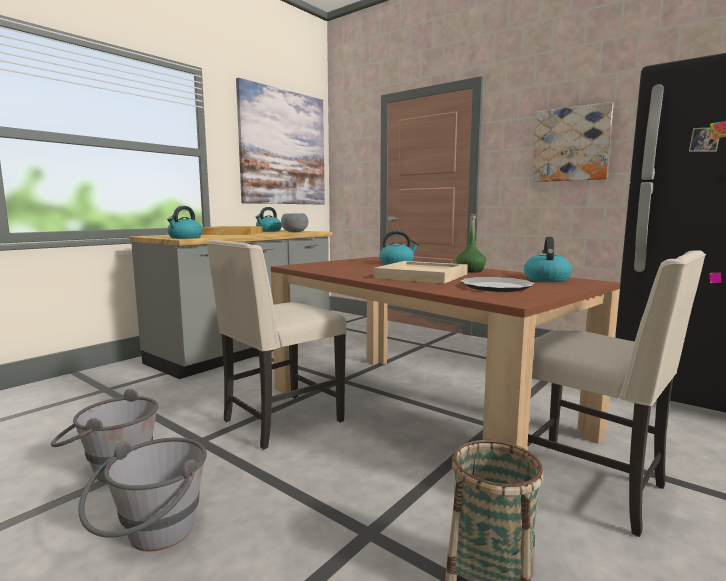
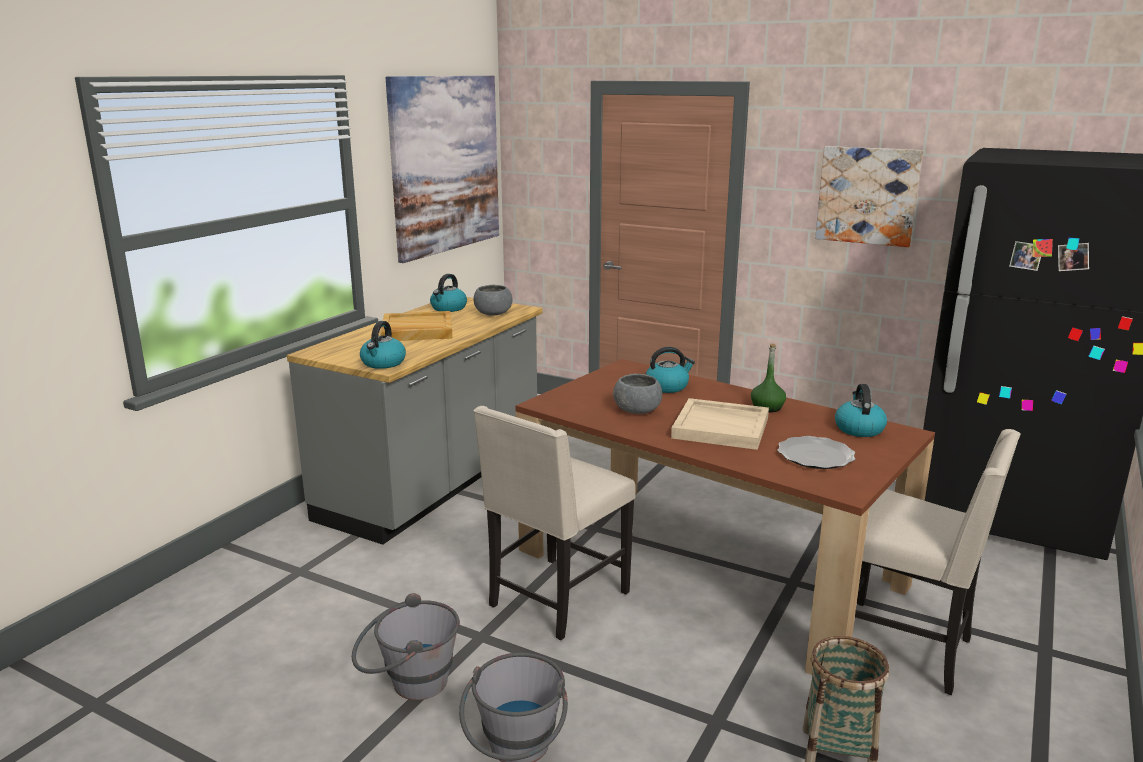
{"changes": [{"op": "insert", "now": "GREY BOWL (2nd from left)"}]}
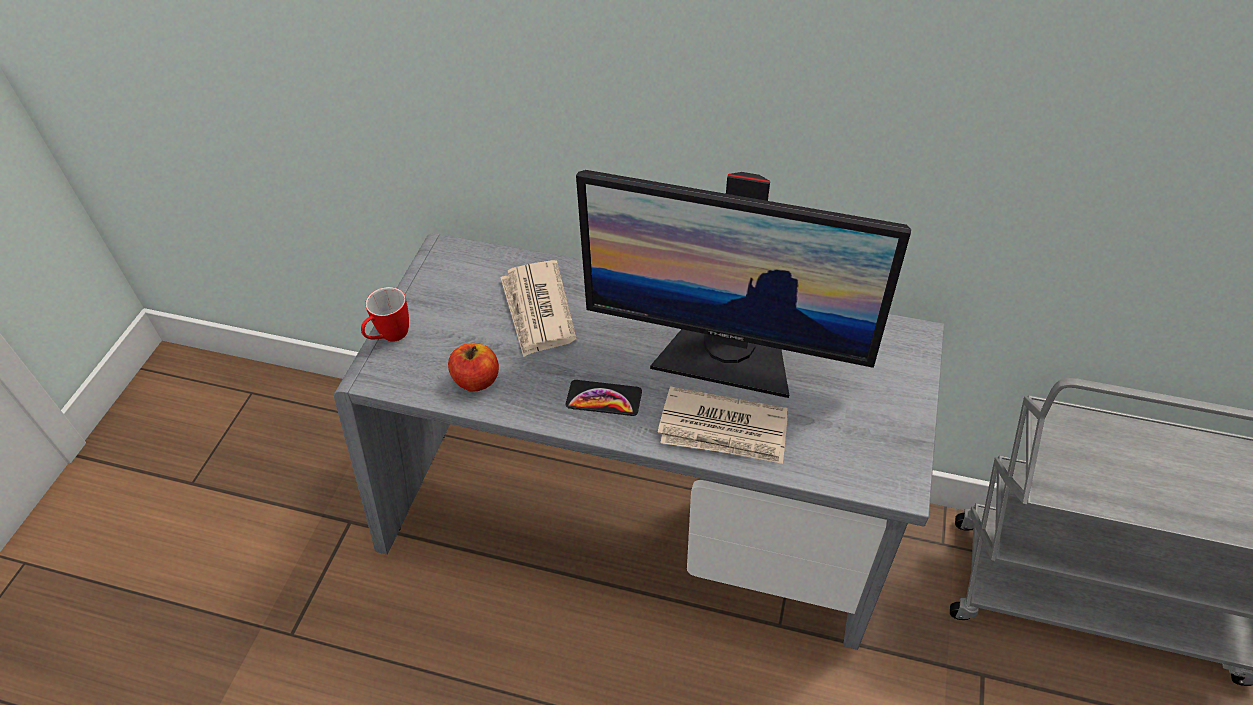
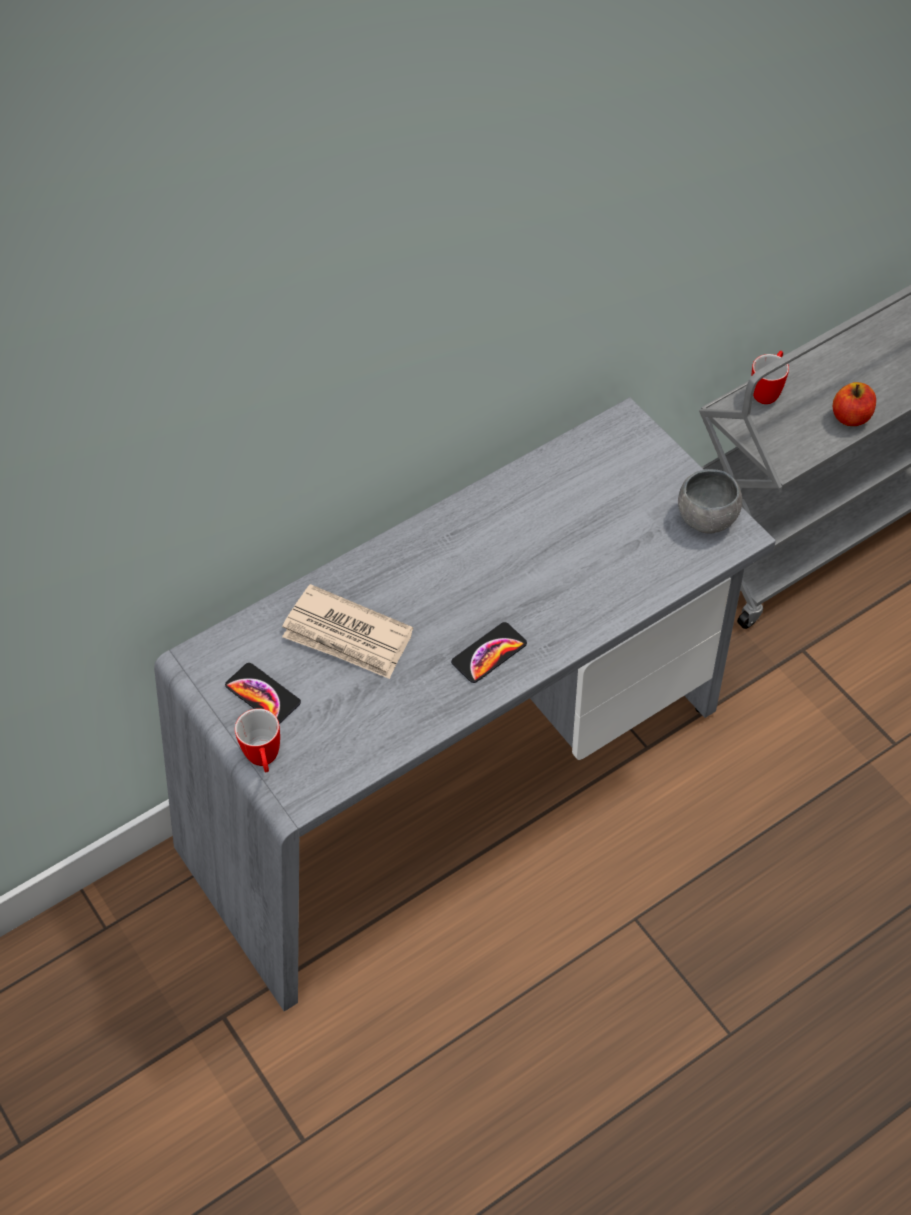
{"changes": [{"op": "move", "was": "APPLE"}, {"op": "delete", "was": "MONITOR"}, {"op": "delete", "was": "NEWSPAPER (2nd from left)"}, {"op": "insert", "now": "PHONE (1st from left)"}, {"op": "insert", "now": "GREY BOWL"}, {"op": "insert", "now": "MUG (2nd from left)"}]}
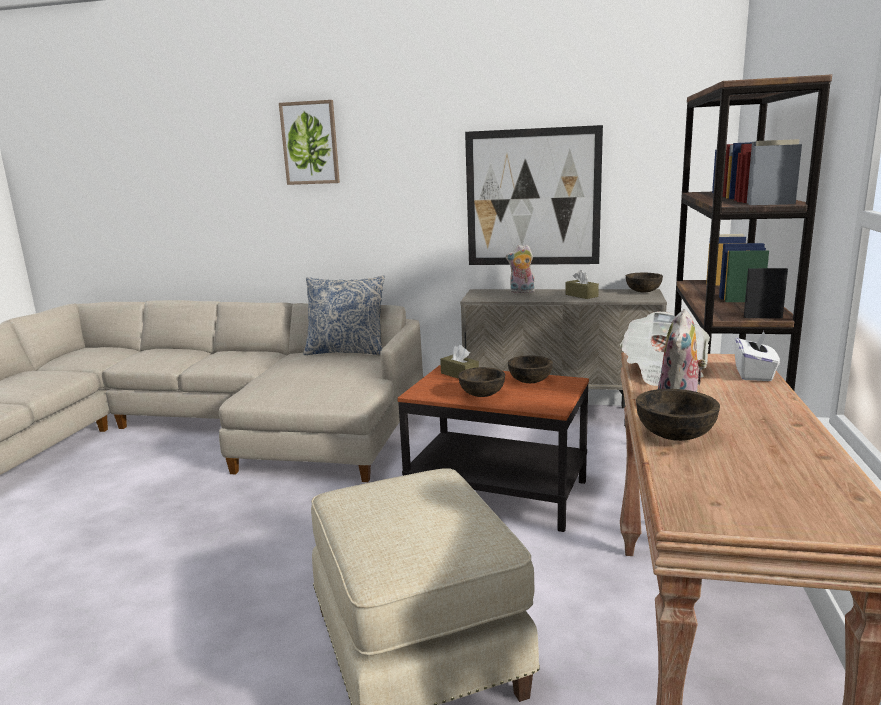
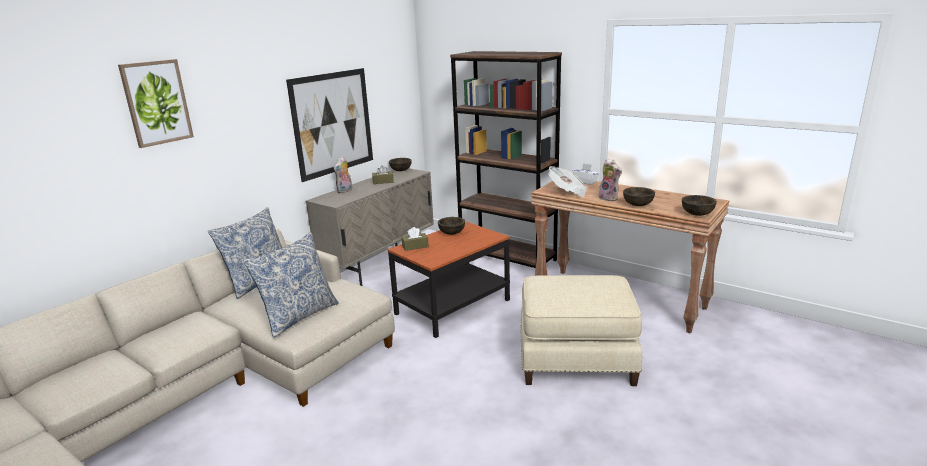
{"changes": [{"op": "move", "was": "BROWN BOWL (1st from left in the first image)", "now": "BROWN BOWL (4th from left)"}, {"op": "insert", "now": "PILLOW (2nd from left)"}]}
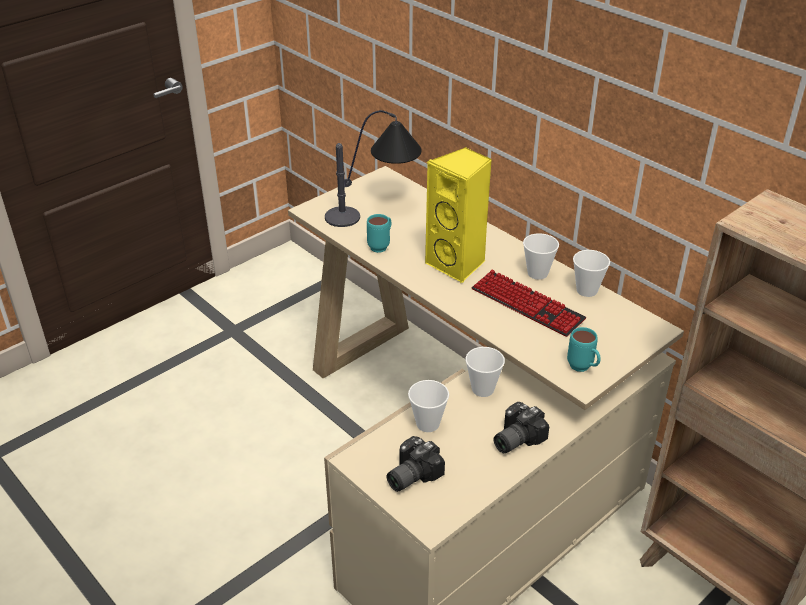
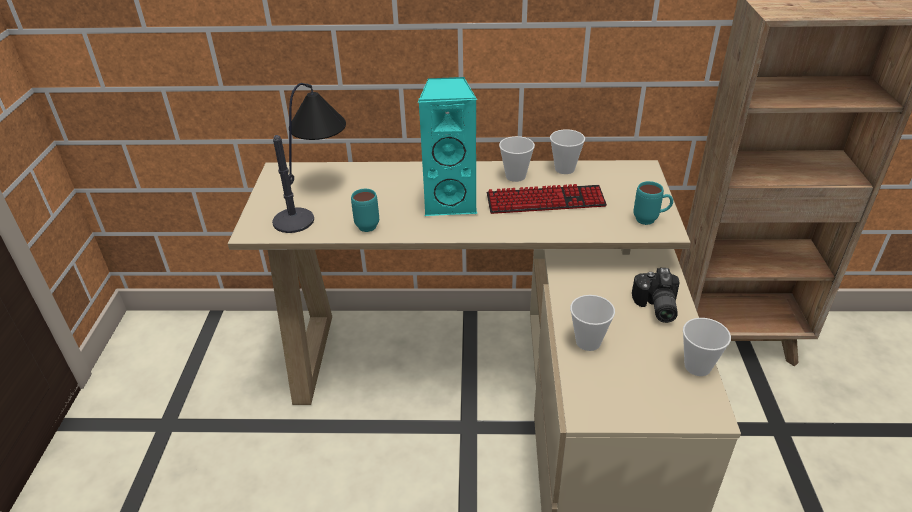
{"changes": [{"op": "delete", "was": "PHOTO CAMERA (1st from left)"}, {"op": "recolor", "was": "YELLOW SPEAKER", "now": "TURQUOISE SPEAKER"}, {"op": "move", "was": "CUP (2nd from left in the first image)", "now": "CUP (4th from left)"}]}
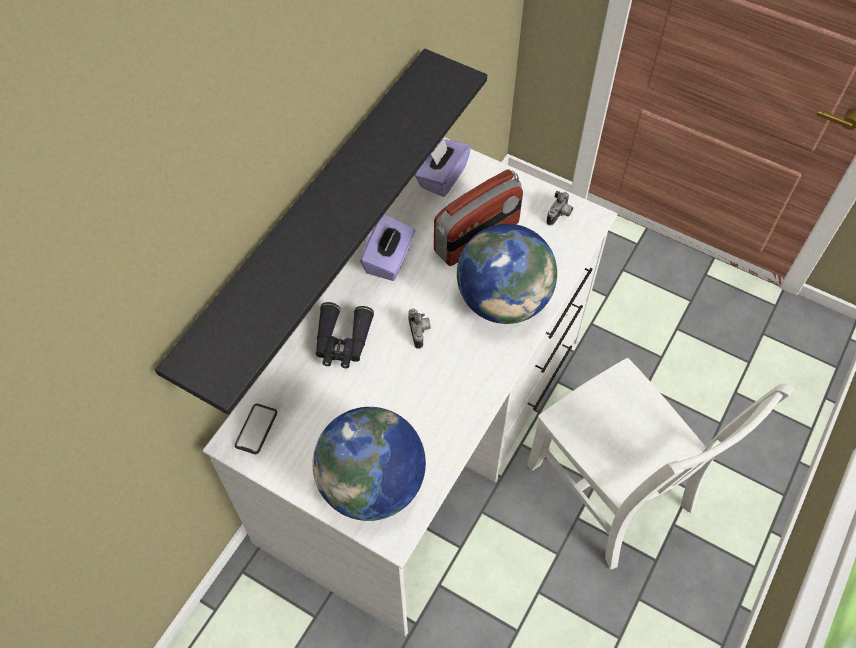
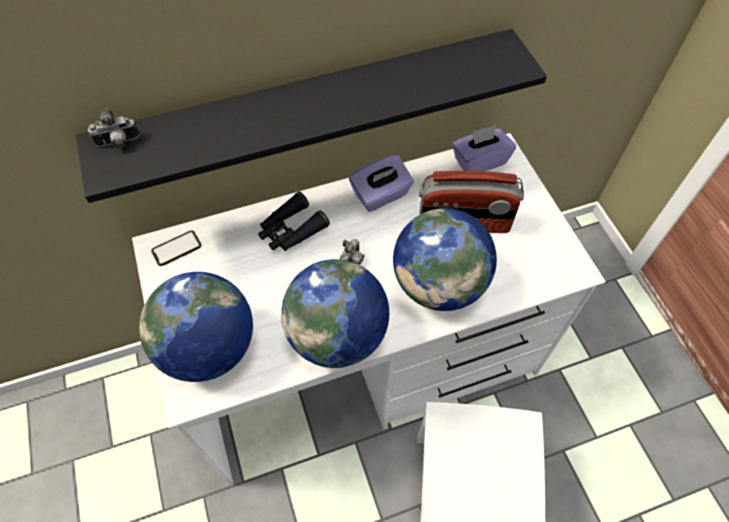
{"changes": [{"op": "move", "was": "PHOTO CAMERA (2nd from left in the first image)", "now": "PHOTO CAMERA (1st from left)"}, {"op": "insert", "now": "GLOBE (2nd from left)"}]}
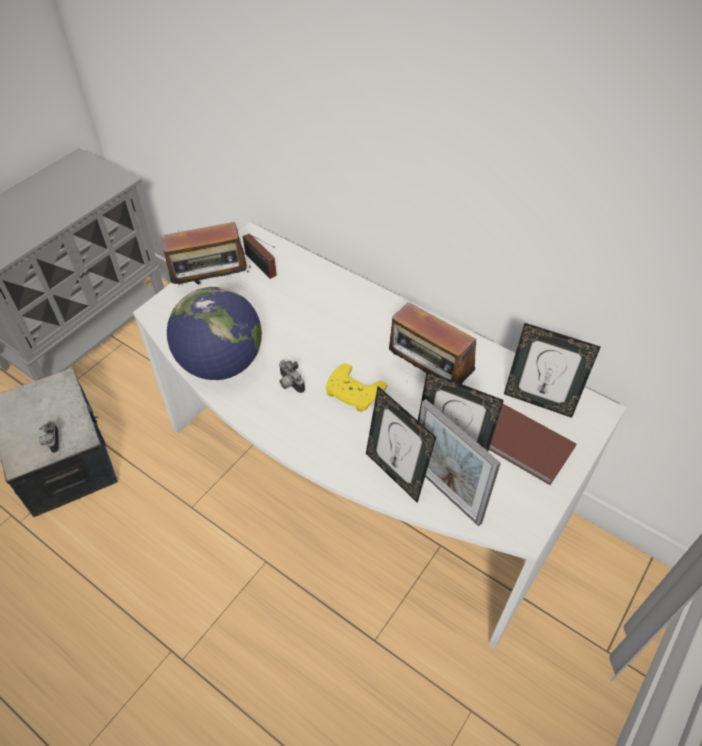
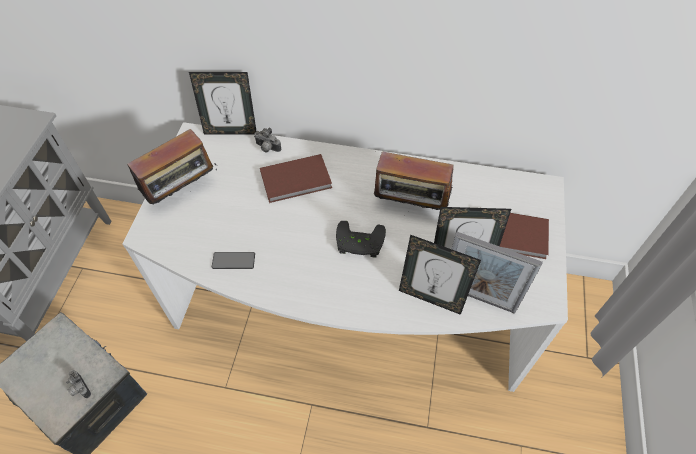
{"changes": [{"op": "replace", "was": "GLOBE", "now": "PHONE"}, {"op": "delete", "was": "RADIO (2nd from left)"}, {"op": "move", "was": "PHOTO CAMERA (2nd from left)"}, {"op": "recolor", "was": "YELLOW GAME CONTROLLER", "now": "BLACK GAME CONTROLLER"}, {"op": "move", "was": "PICTURE FRAME (4th from left in the first image)", "now": "PICTURE FRAME (1st from left)"}, {"op": "insert", "now": "BROWN BOOK (1st from left)"}]}
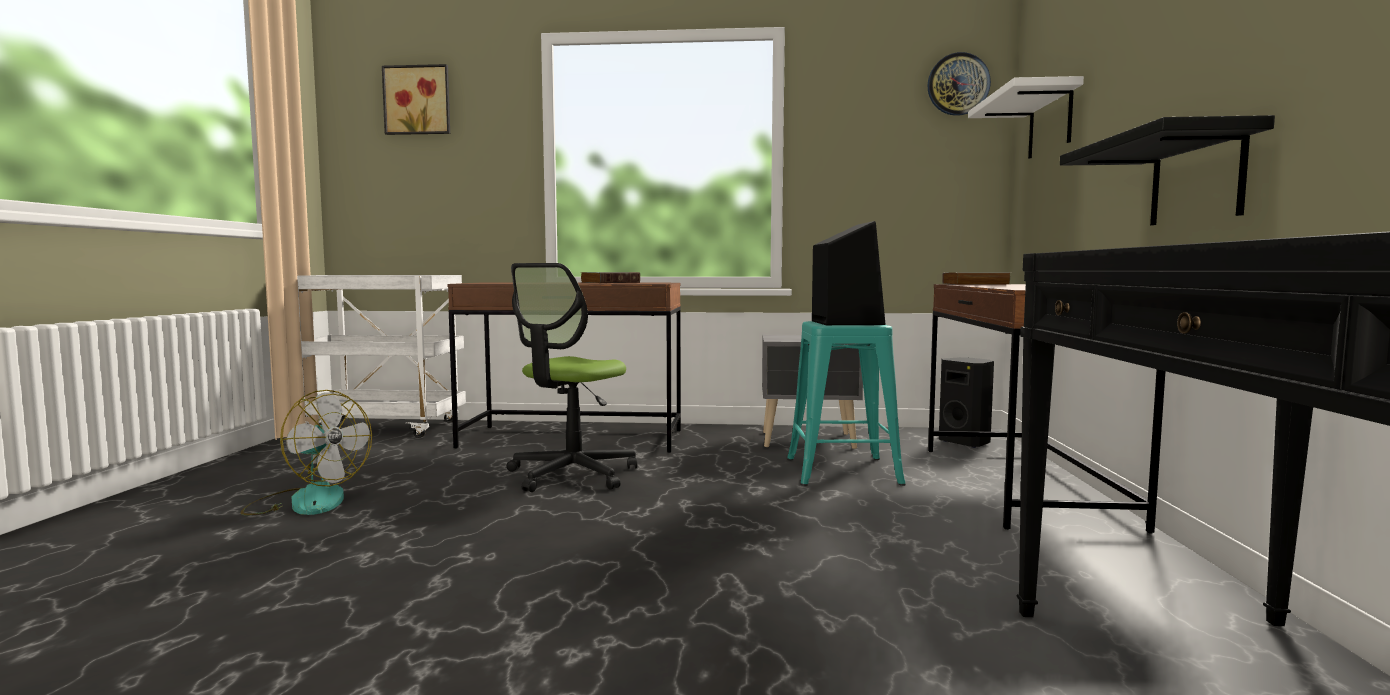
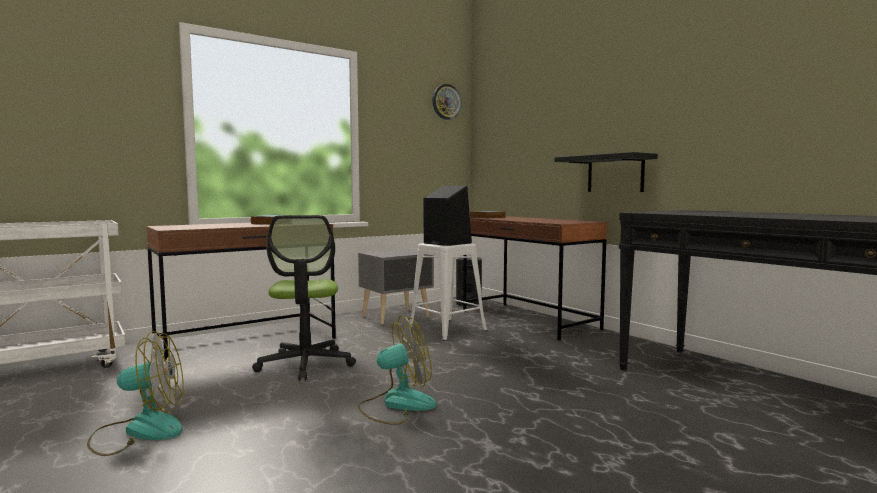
{"changes": [{"op": "delete", "was": "PICTURE"}, {"op": "recolor", "was": "TURQUOISE STOOL", "now": "WHITE STOOL"}, {"op": "delete", "was": "WHITE SHELF"}, {"op": "insert", "now": "FAN (2nd from left)"}]}
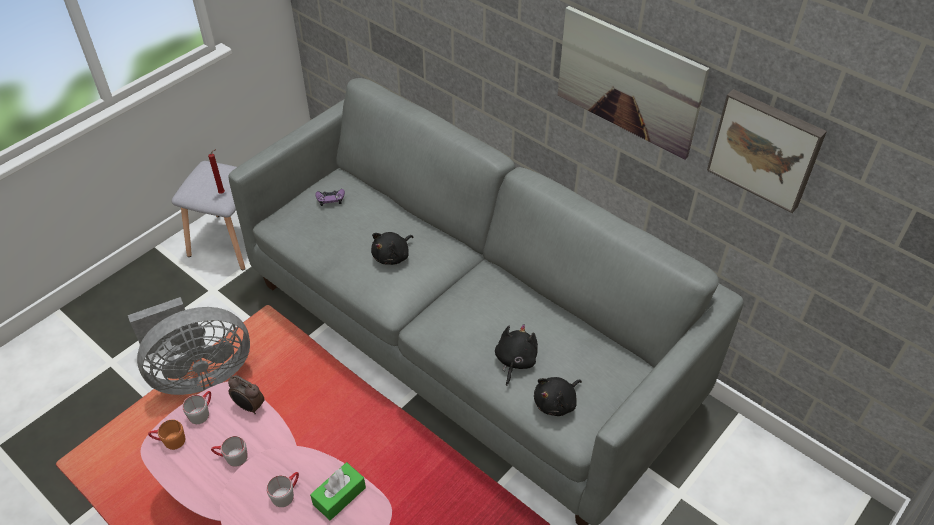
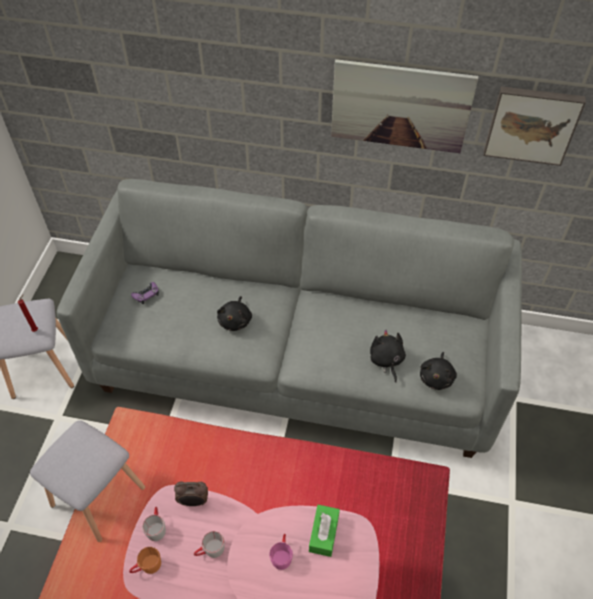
{"changes": [{"op": "replace", "was": "GREY FAN", "now": "GREY STOOL (2nd from left)"}, {"op": "recolor", "was": "GREY MUG (3rd from left)", "now": "PINK MUG"}]}
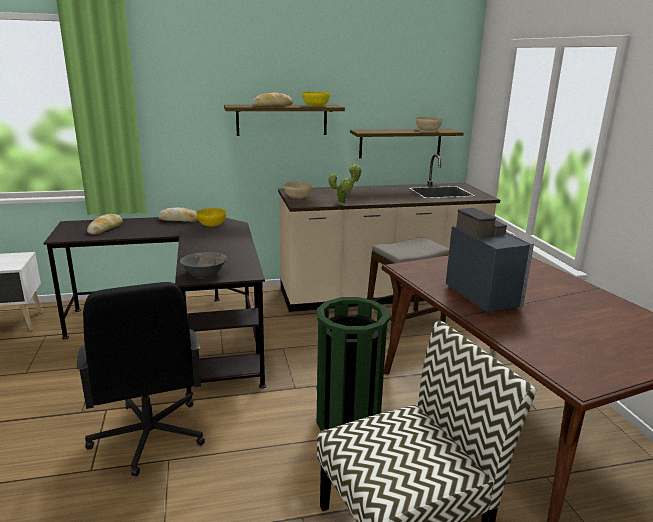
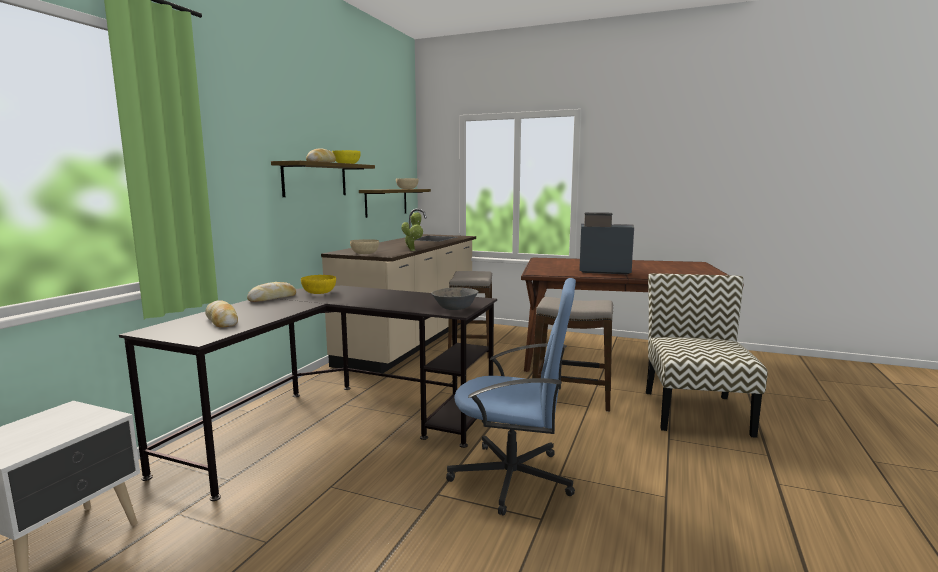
{"changes": [{"op": "recolor", "was": "BLACK OFFICE CHAIR", "now": "BLUE OFFICE CHAIR"}, {"op": "replace", "was": "GREEN TRASH CAN", "now": "STOOL (2nd from left)"}]}
